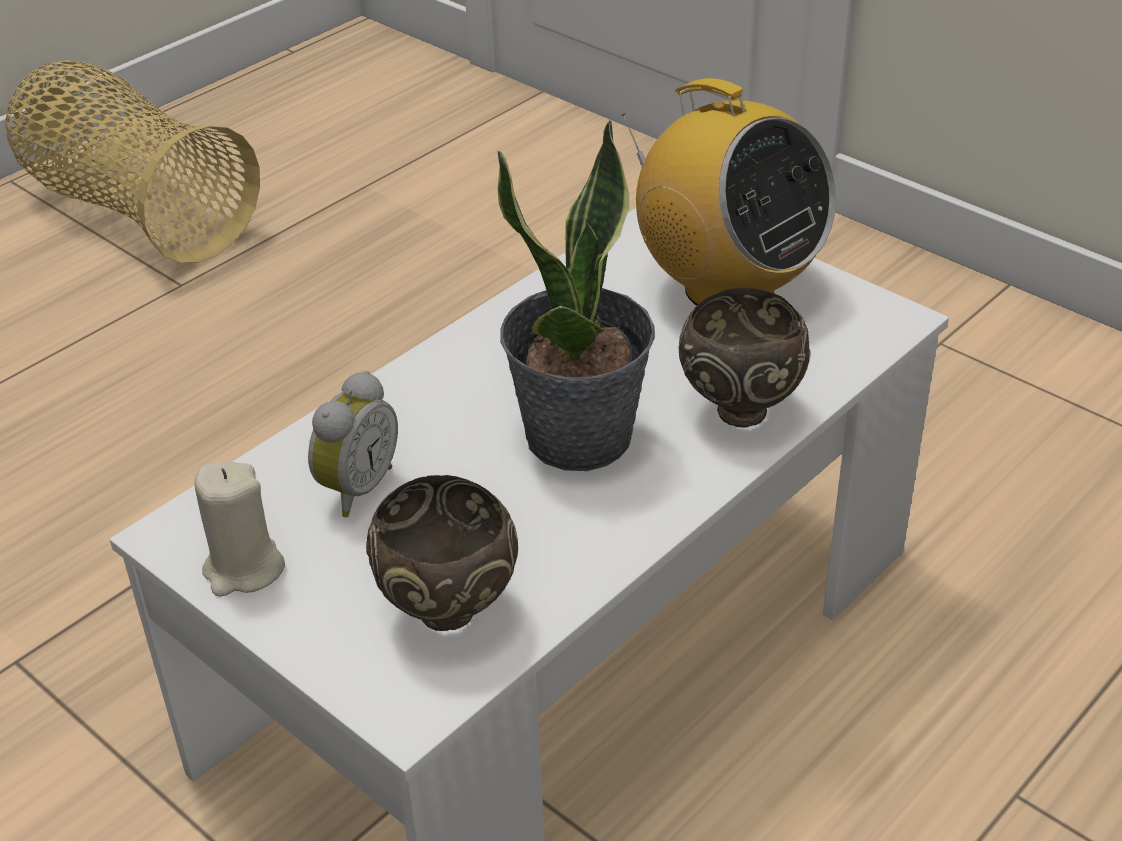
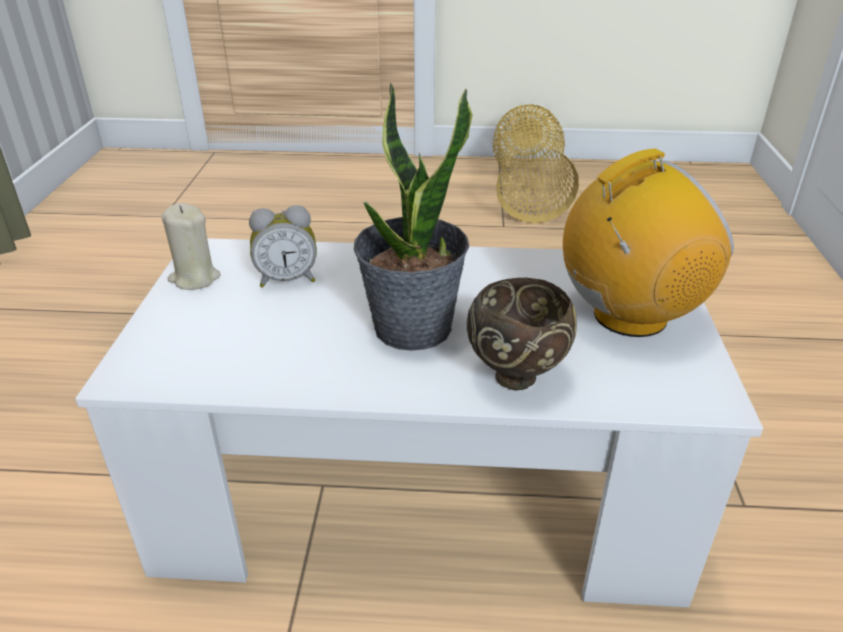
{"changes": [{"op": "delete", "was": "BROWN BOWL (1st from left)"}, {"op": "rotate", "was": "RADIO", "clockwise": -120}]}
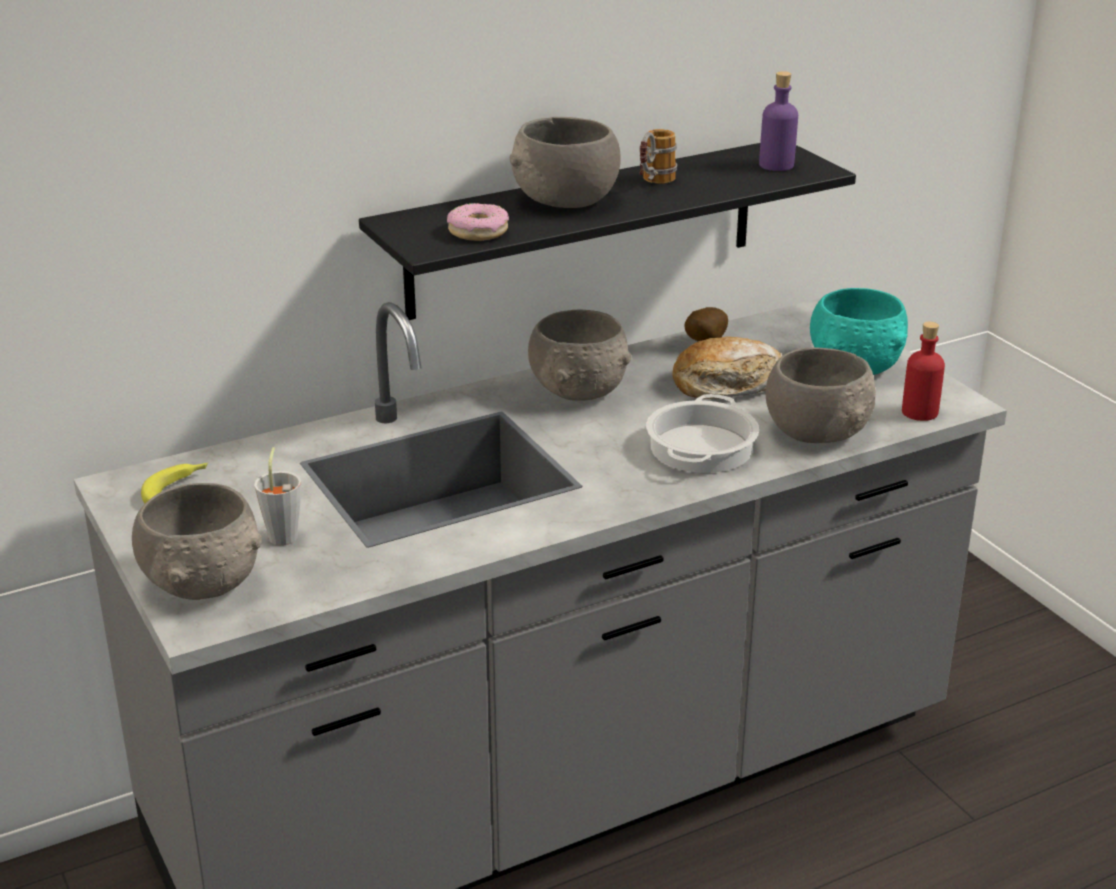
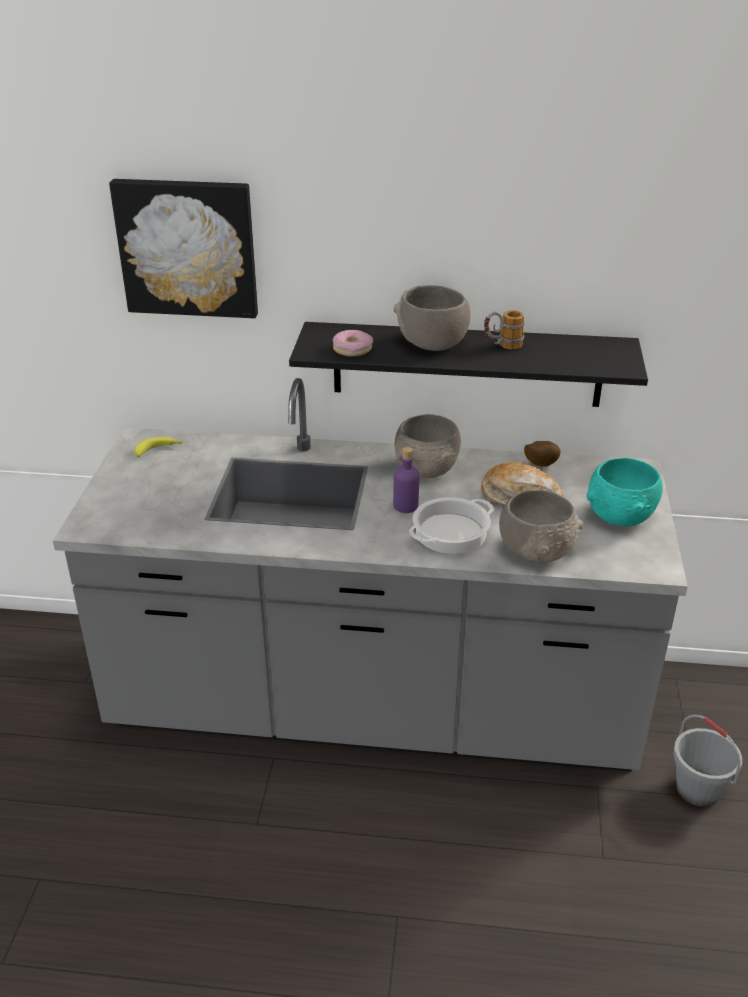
{"changes": [{"op": "delete", "was": "GREY BOWL (1st from left)"}, {"op": "delete", "was": "GREY CUP"}, {"op": "move", "was": "PURPLE BOTTLE"}, {"op": "delete", "was": "RED BOTTLE"}, {"op": "insert", "now": "PICTURE"}, {"op": "insert", "now": "GREY BUCKET"}]}
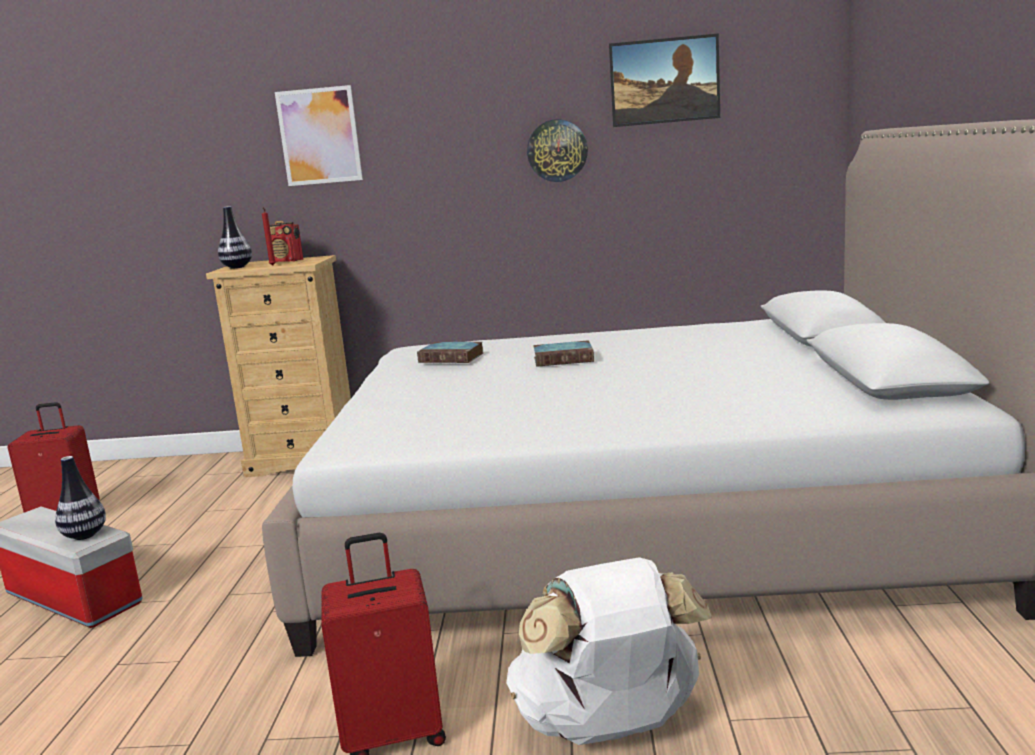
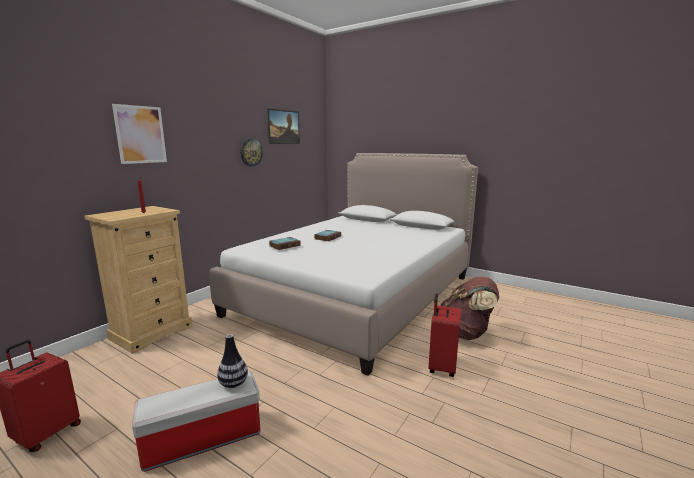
{"changes": [{"op": "delete", "was": "VASE (2nd from left)"}, {"op": "delete", "was": "RADIO"}, {"op": "recolor", "was": "WHITE BACKPACK", "now": "BROWN BACKPACK"}]}
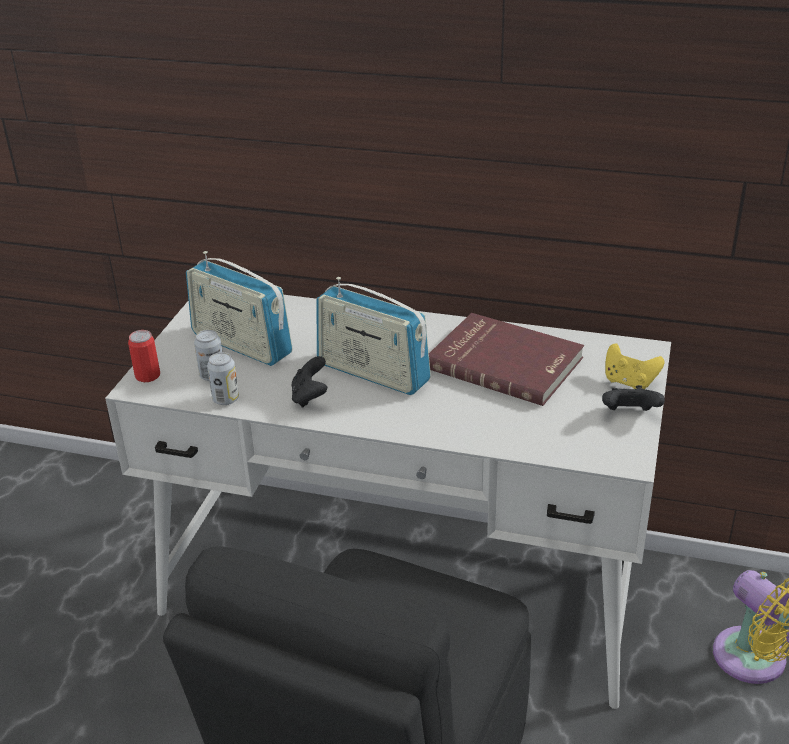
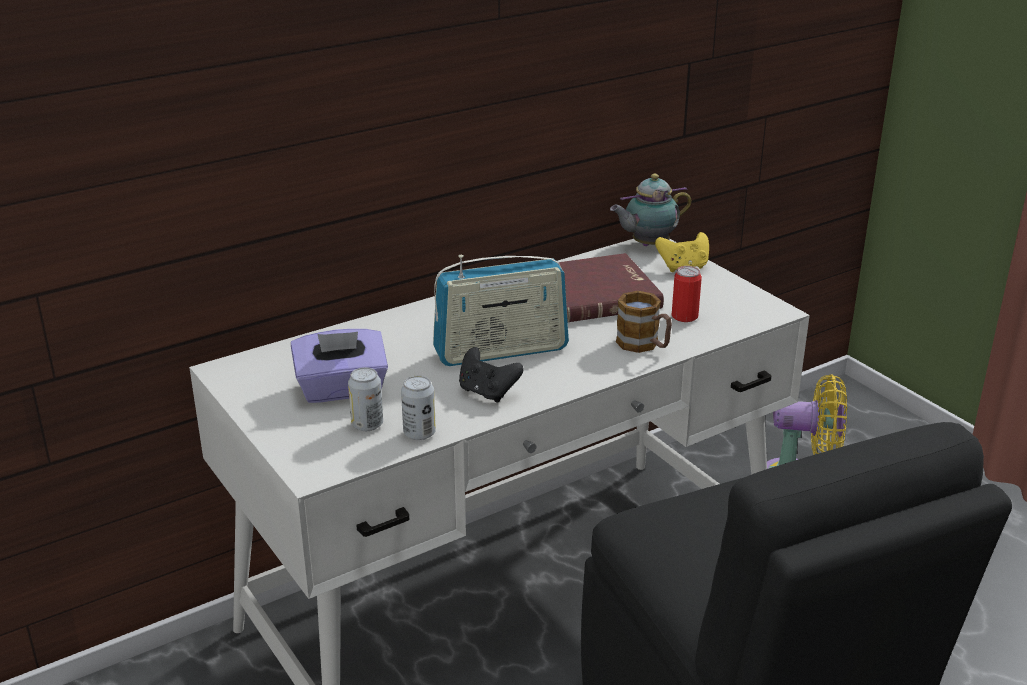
{"changes": [{"op": "move", "was": "CAN (1st from left in the first image)", "now": "CAN (3rd from left)"}, {"op": "replace", "was": "RADIO (1st from left)", "now": "PURPLE TISSUE BOX"}, {"op": "delete", "was": "BLACK GAME CONTROLLER (2nd from left)"}, {"op": "insert", "now": "TEAPOT"}, {"op": "insert", "now": "MUG"}]}
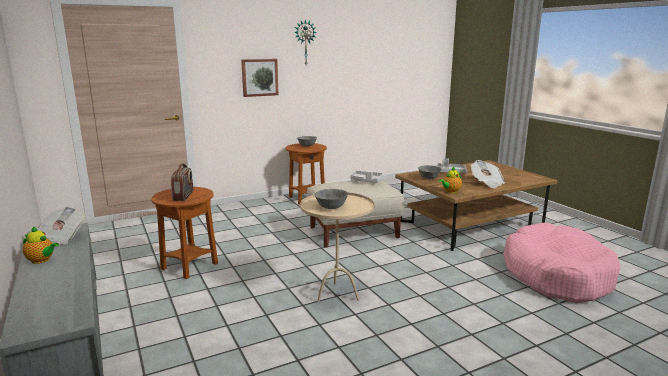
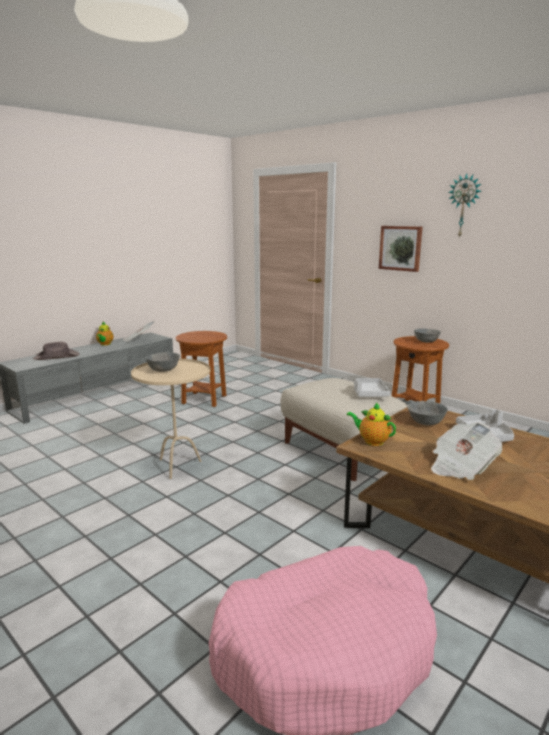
{"changes": [{"op": "delete", "was": "RADIO"}, {"op": "insert", "now": "BROWN HAT"}]}
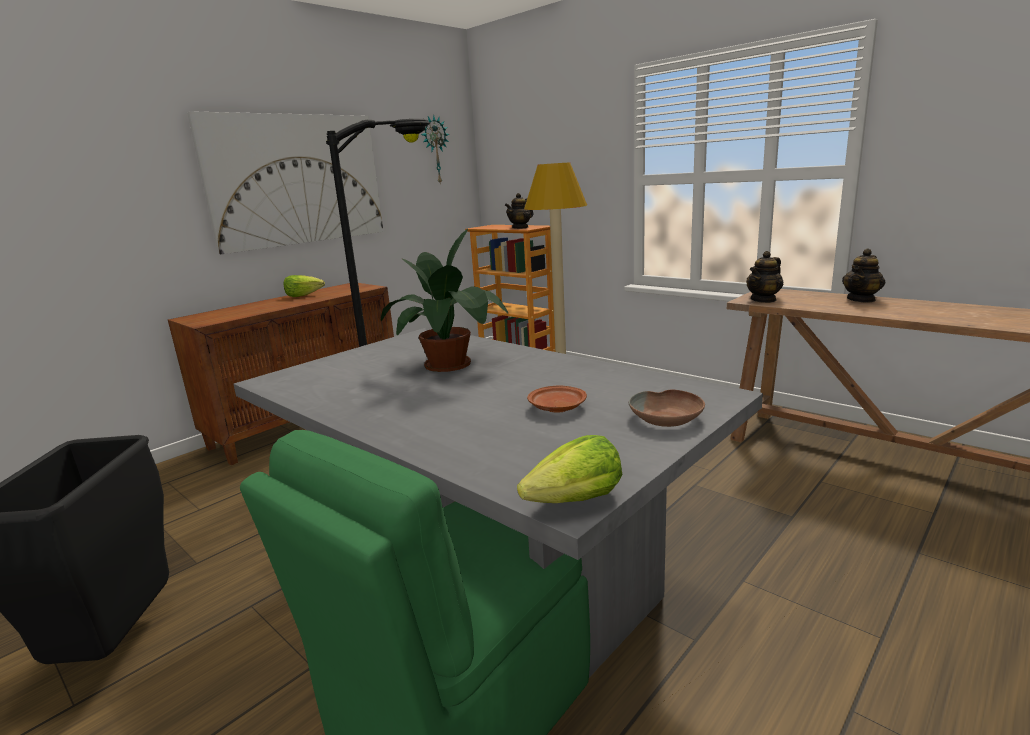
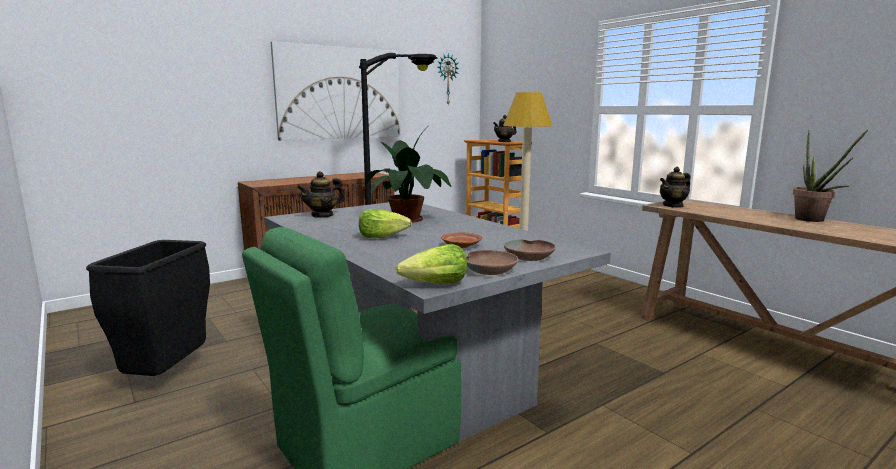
{"changes": [{"op": "move", "was": "LETTUCE (1st from left)"}, {"op": "move", "was": "TEAPOT (3rd from left in the first image)", "now": "TEAPOT (1st from left)"}, {"op": "insert", "now": "BROWN BOWL (1st from left)"}, {"op": "insert", "now": "POTTED PLANT (2nd from left)"}]}
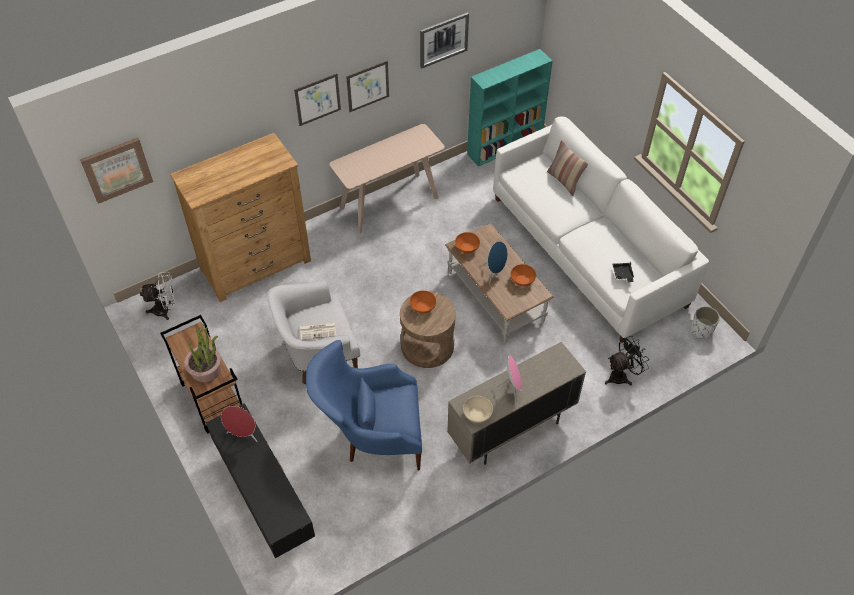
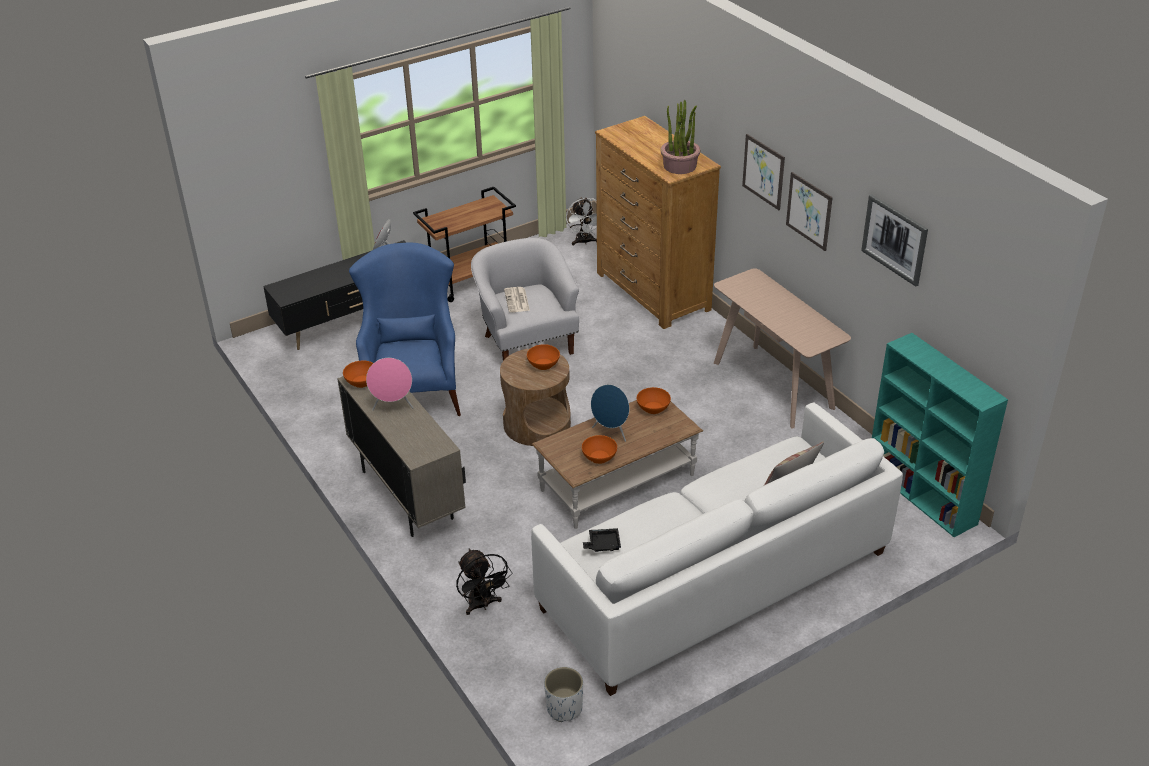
{"changes": [{"op": "delete", "was": "PICTURE (1st from left)"}, {"op": "move", "was": "POTTED PLANT"}, {"op": "recolor", "was": "BEIGE BOWL", "now": "ORANGE BOWL (1st from left)"}]}
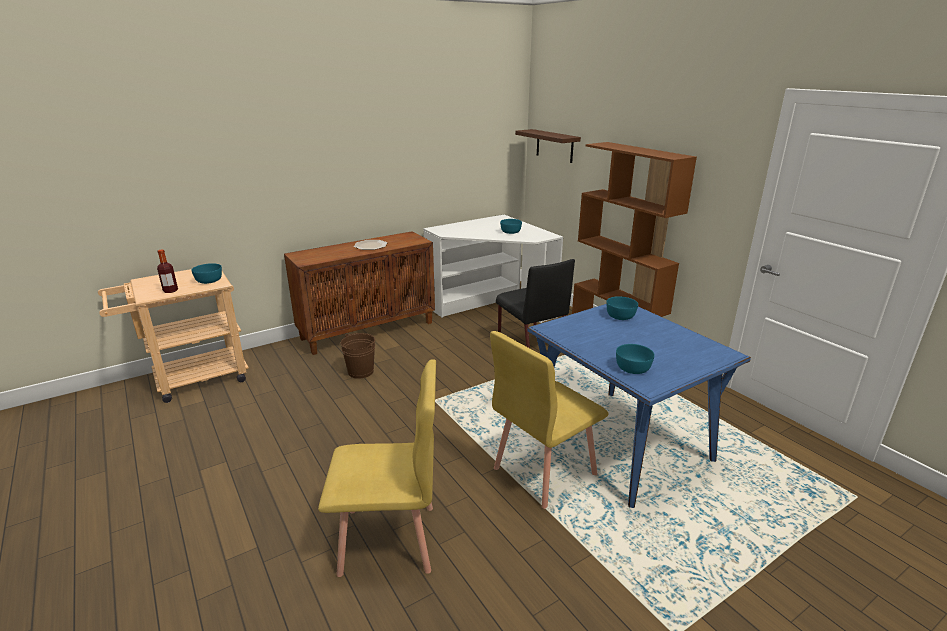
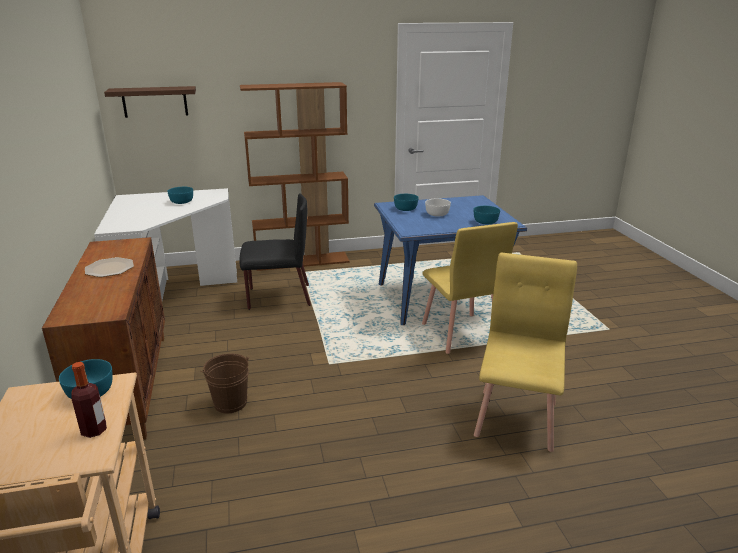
{"changes": [{"op": "insert", "now": "WHITE BOWL"}]}
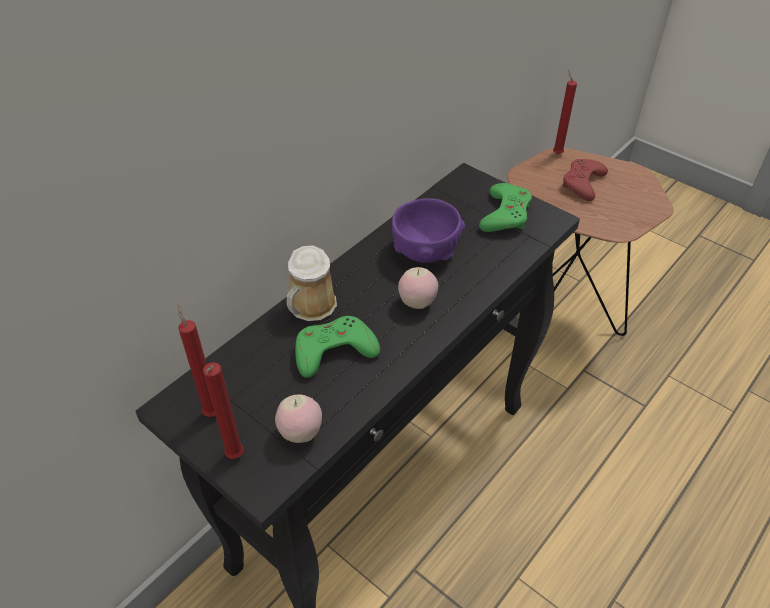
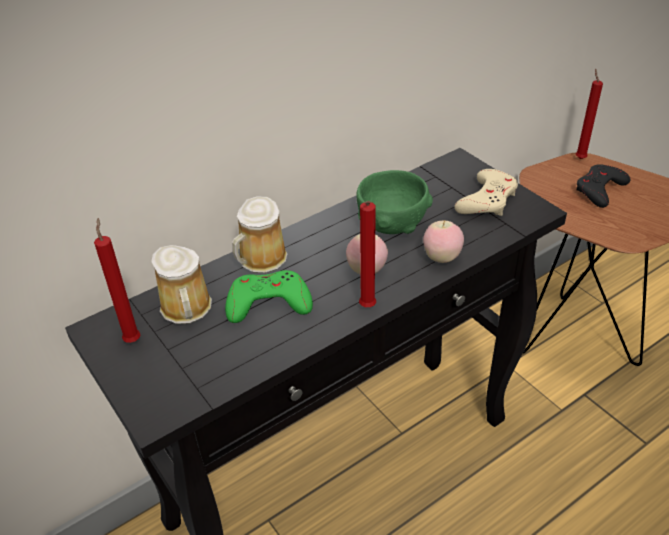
{"changes": [{"op": "move", "was": "RED CANDLE (2nd from left)"}, {"op": "move", "was": "APPLE (1st from left in the first image)", "now": "APPLE (2nd from left)"}, {"op": "recolor", "was": "PURPLE BOWL", "now": "GREEN BOWL"}, {"op": "recolor", "was": "GREEN GAME CONTROLLER (2nd from left)", "now": "BEIGE GAME CONTROLLER"}, {"op": "recolor", "was": "RED GAME CONTROLLER", "now": "BLACK GAME CONTROLLER"}, {"op": "insert", "now": "MUG (1st from left)"}]}
